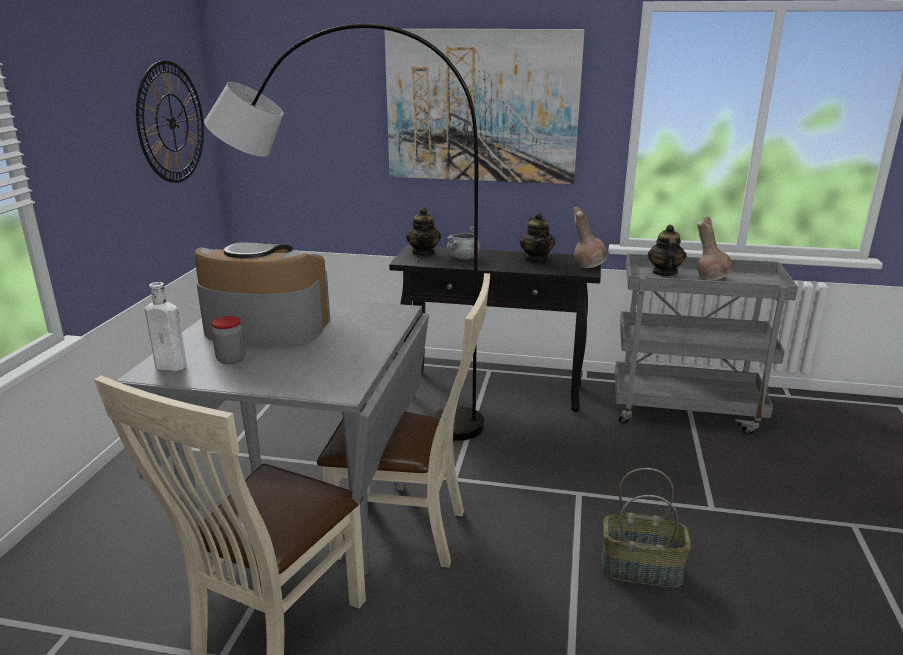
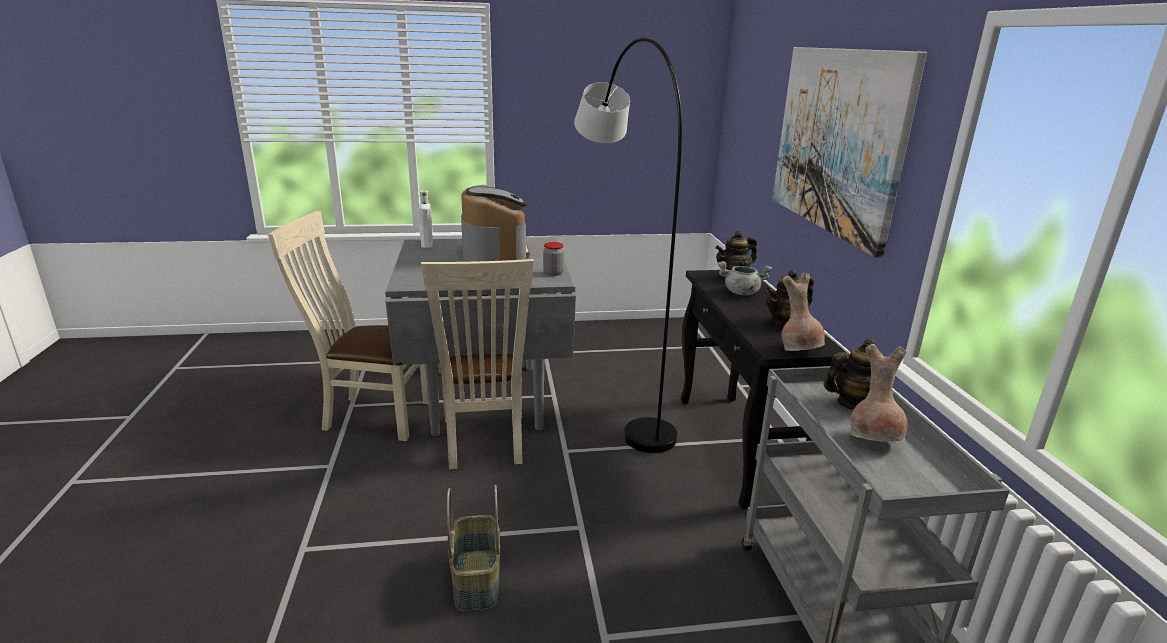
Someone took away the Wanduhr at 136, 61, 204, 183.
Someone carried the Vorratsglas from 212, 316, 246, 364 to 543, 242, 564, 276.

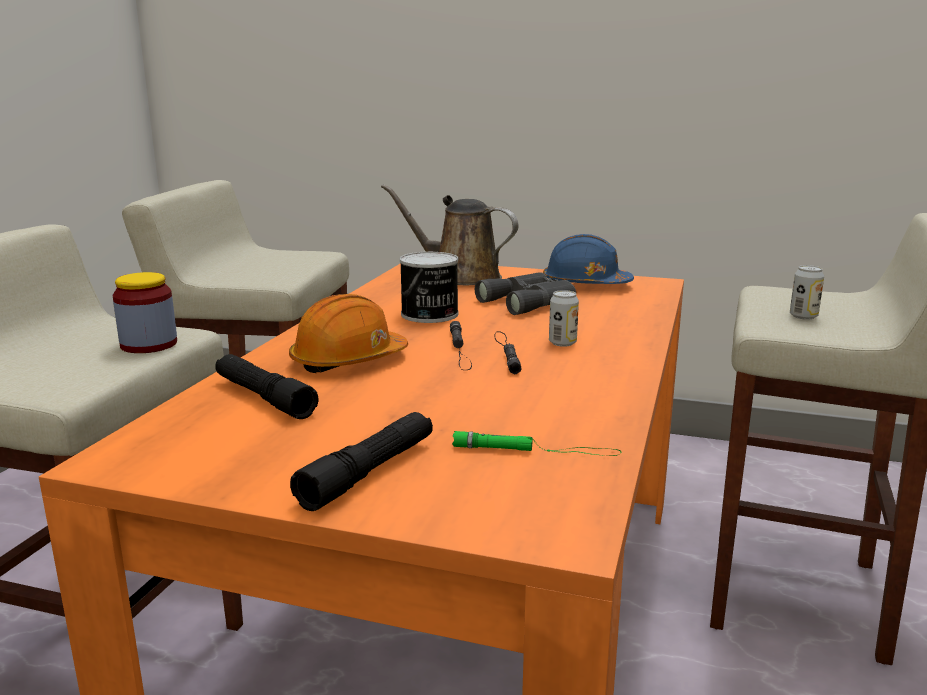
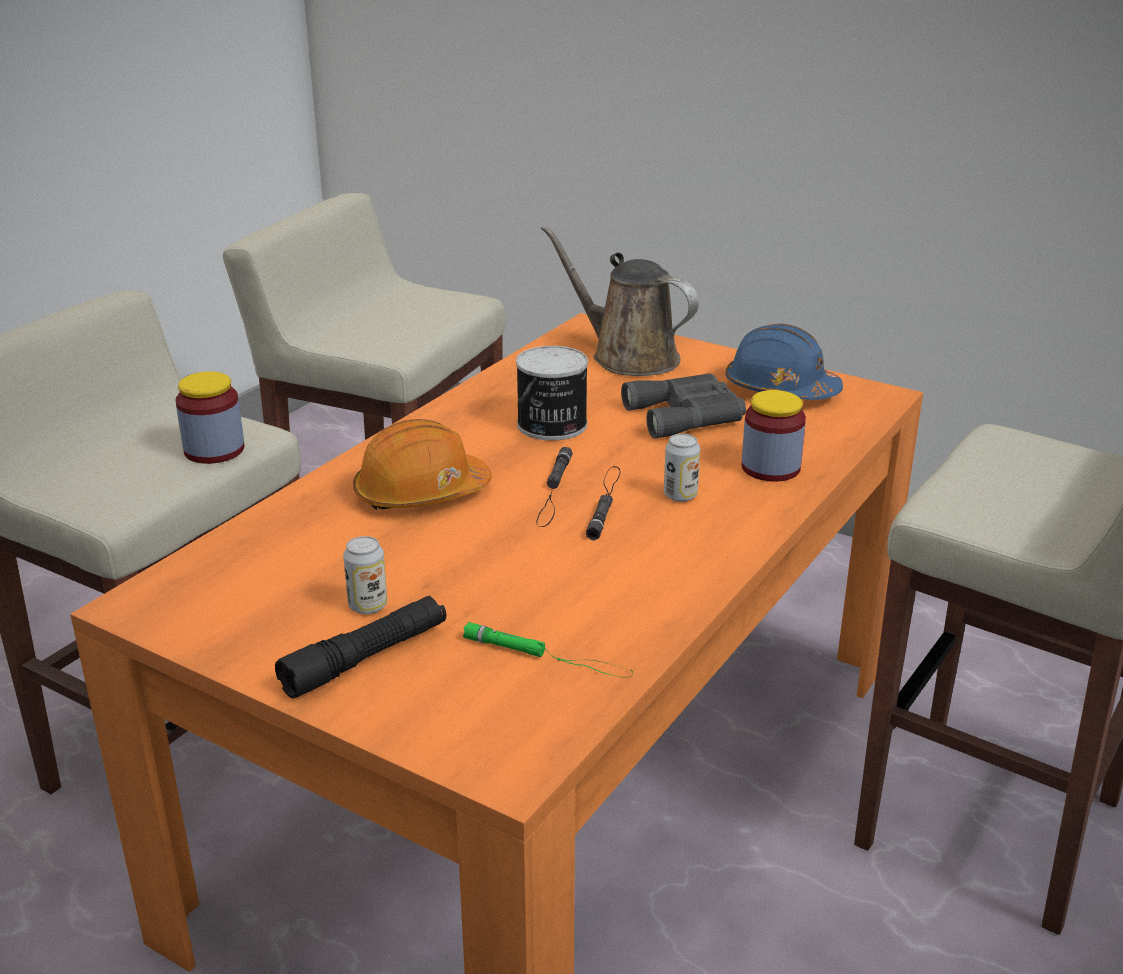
Someone took away the Taschenlampe/schwarz at 215, 354, 318, 419.
Someone carried the Dose from 790, 265, 824, 320 to 343, 536, 387, 614.
Someone put down the Vorratsglas at 741, 390, 806, 482.

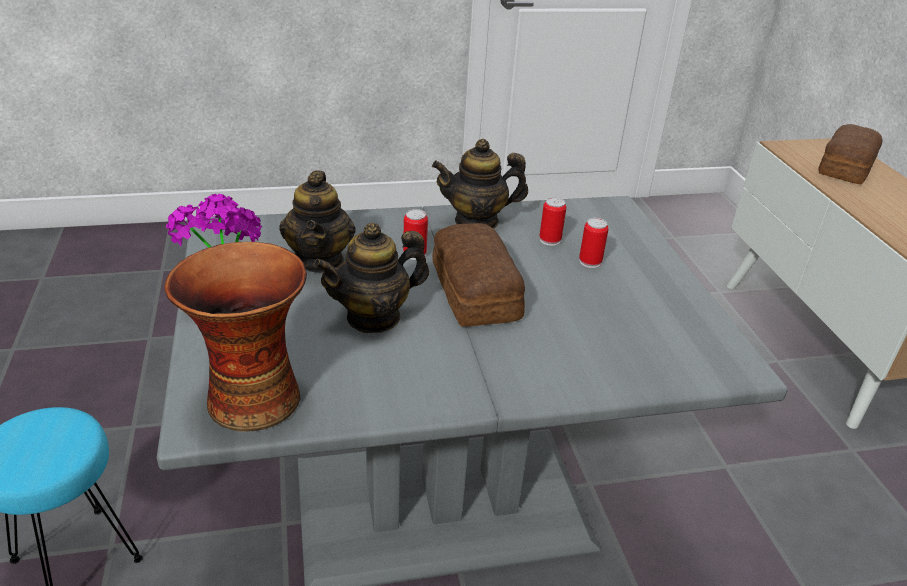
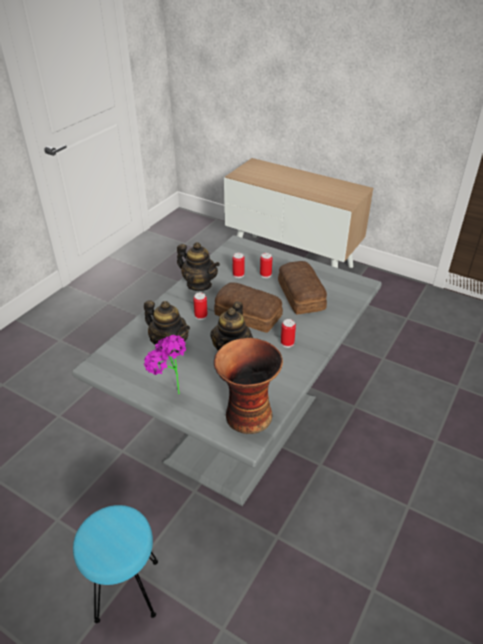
Someone rotated the Teekanne at 432, 139, 528, 229 by 90 degrees counterclockwise.
Someone carried the Brot from 818, 124, 883, 184 to 278, 261, 327, 314.
Someone put down the Dose at 281, 319, 296, 348.

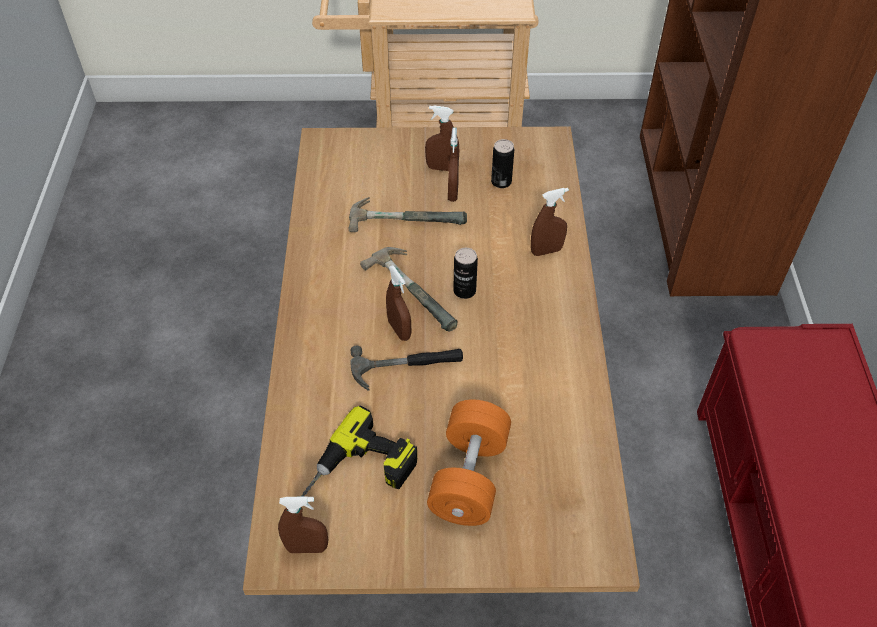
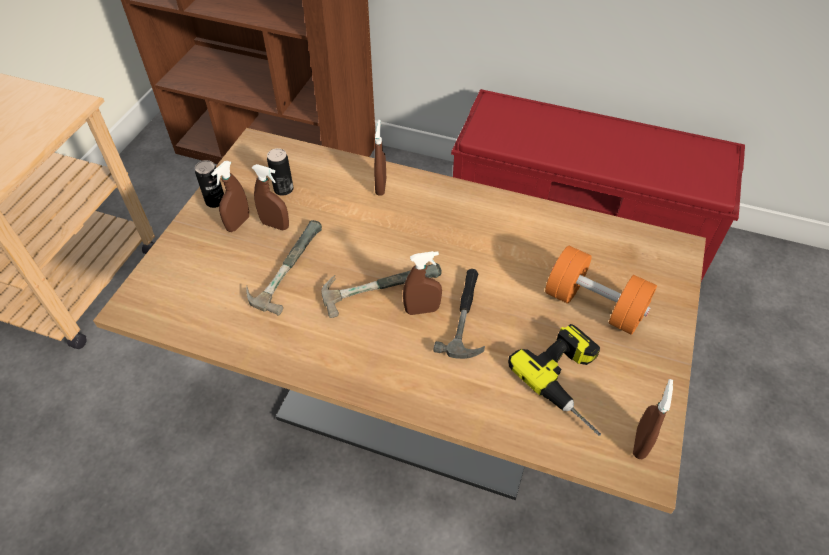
Someone carried the Dose from 453, 248, 478, 299 to 195, 160, 224, 208.

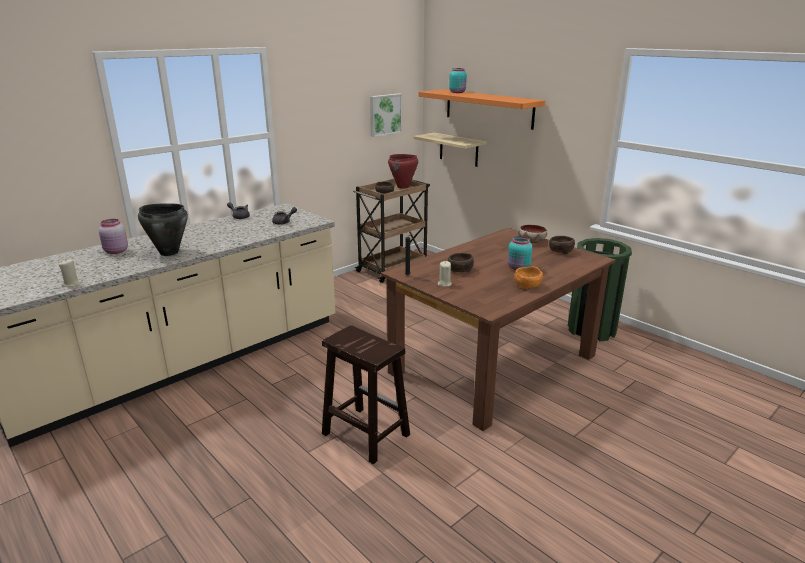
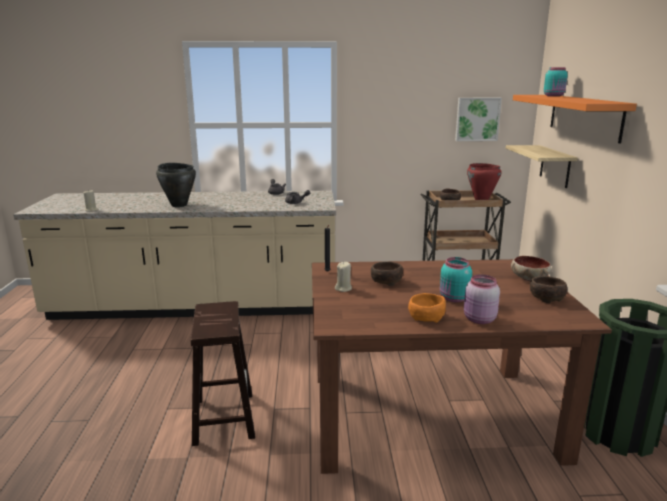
Someone carried the Vorratsglas/rosa from 99, 219, 128, 254 to 464, 274, 500, 324.

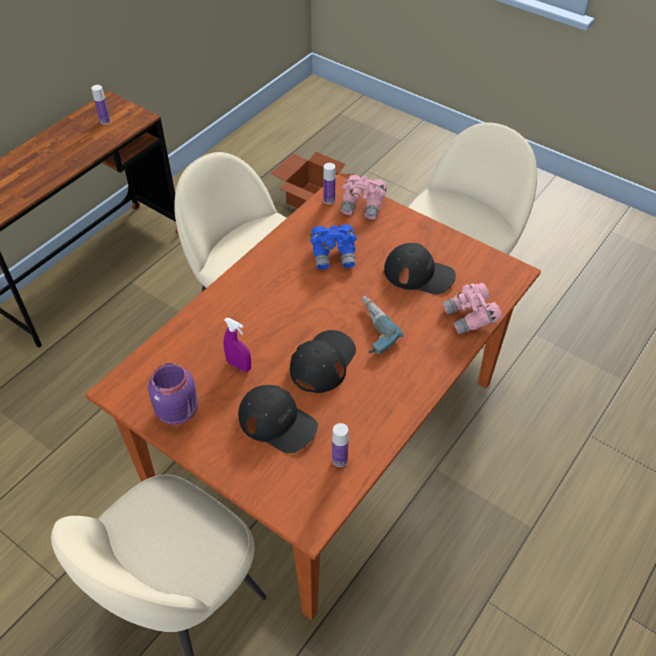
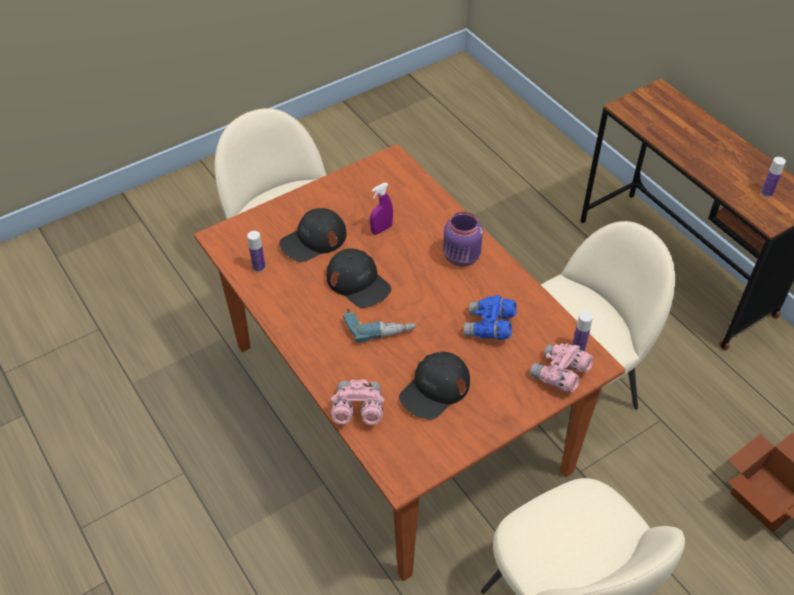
Someone carried the Vorratsglas/lila from 148, 363, 198, 425 to 443, 212, 483, 267.

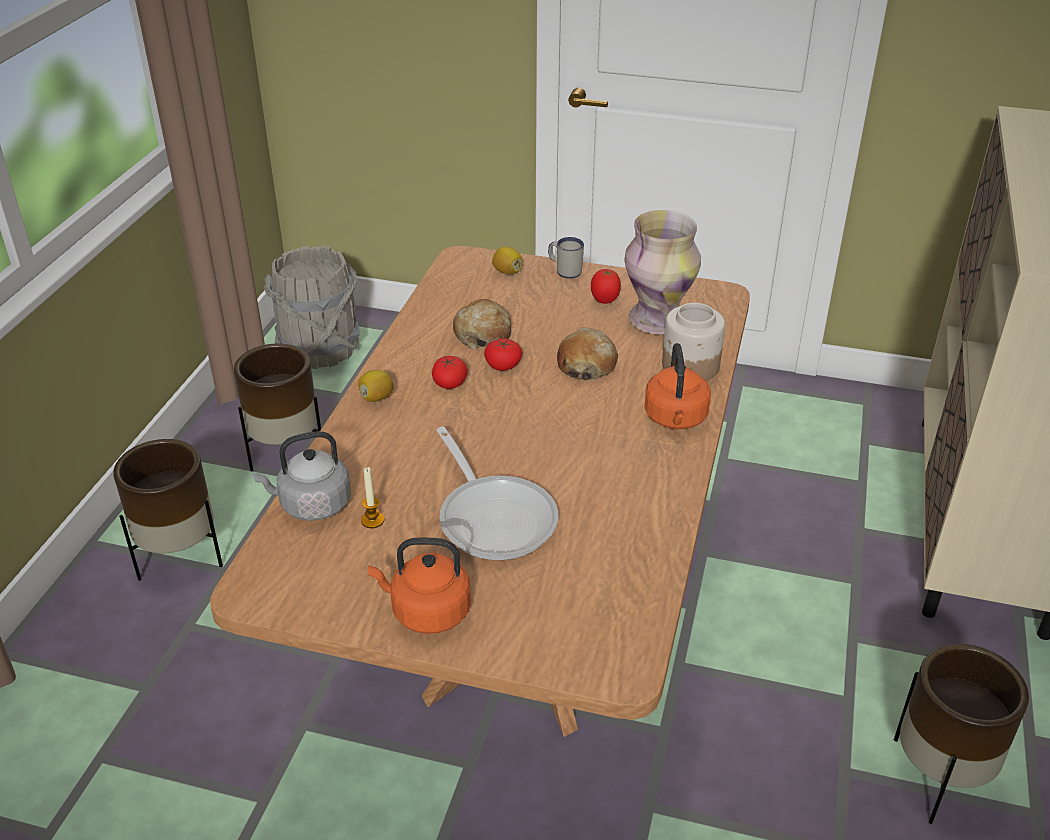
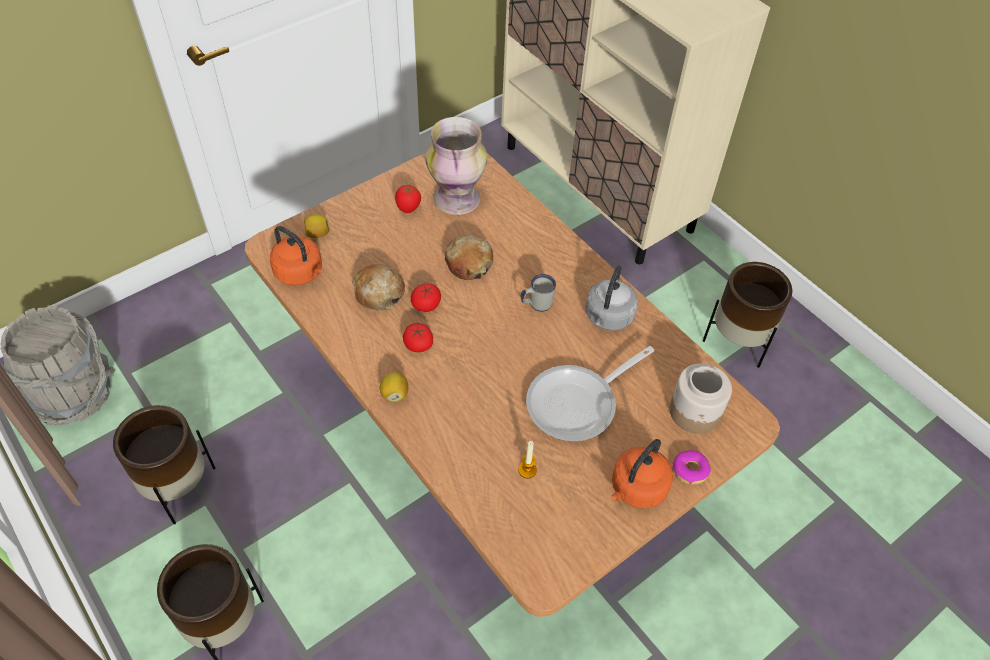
Someone carried the Wasserkessel/grau from 253, 431, 351, 521 to 585, 265, 638, 331.
Someone rotated the Pfanne at 436, 427, 558, 560 by 135 degrees clockwise.
Someone carried the Henkelbecher/weiß from 548, 237, 584, 279 to 521, 274, 556, 312.
Someone carried the Wasserkessel/orange from 644, 343, 711, 429 to 270, 226, 322, 286.
Someone carried the Vorratsglas from 662, 303, 725, 381 to 670, 363, 732, 434.
Someone put down the Donut at 672, 450, 711, 485.

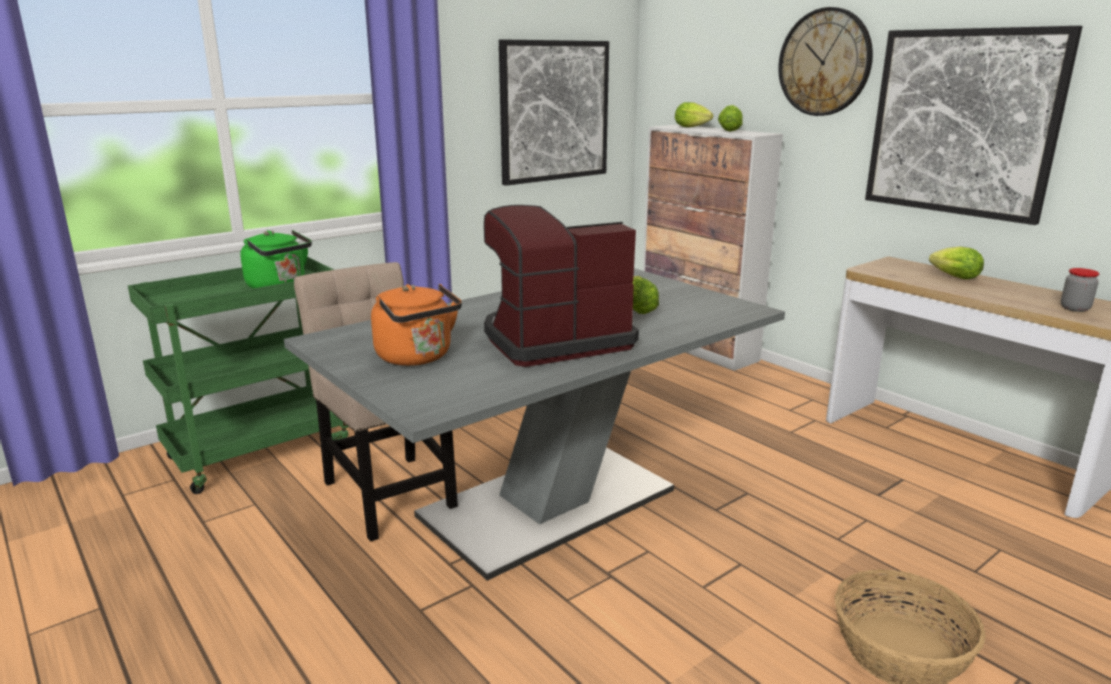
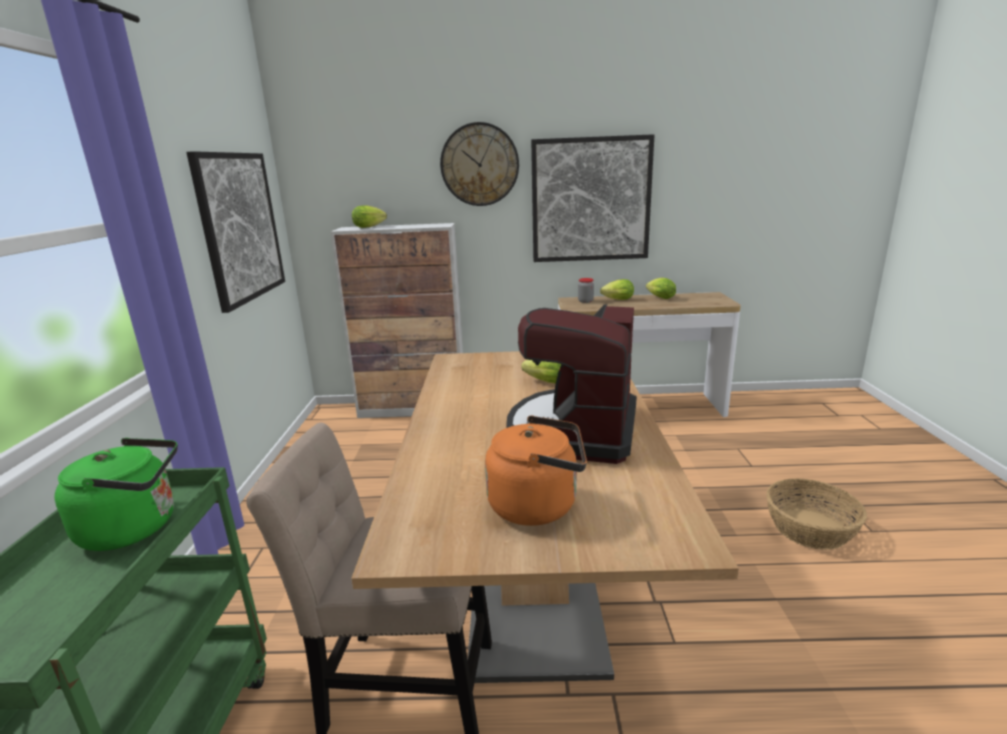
Someone repainted the Esstisch/grau at 284, 268, 785, 581, which became the Esstisch/braun at 351, 351, 739, 683.
Someone carried the Salatkopf from 718, 105, 743, 132 to 646, 278, 676, 299.
Someone carried the Vorratsglas from 1061, 268, 1100, 312 to 578, 278, 594, 303.

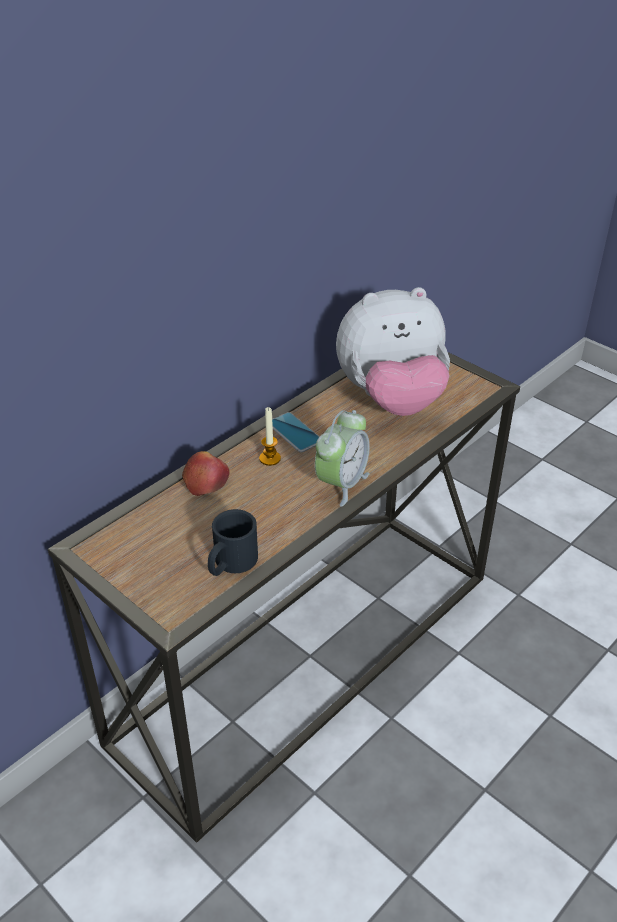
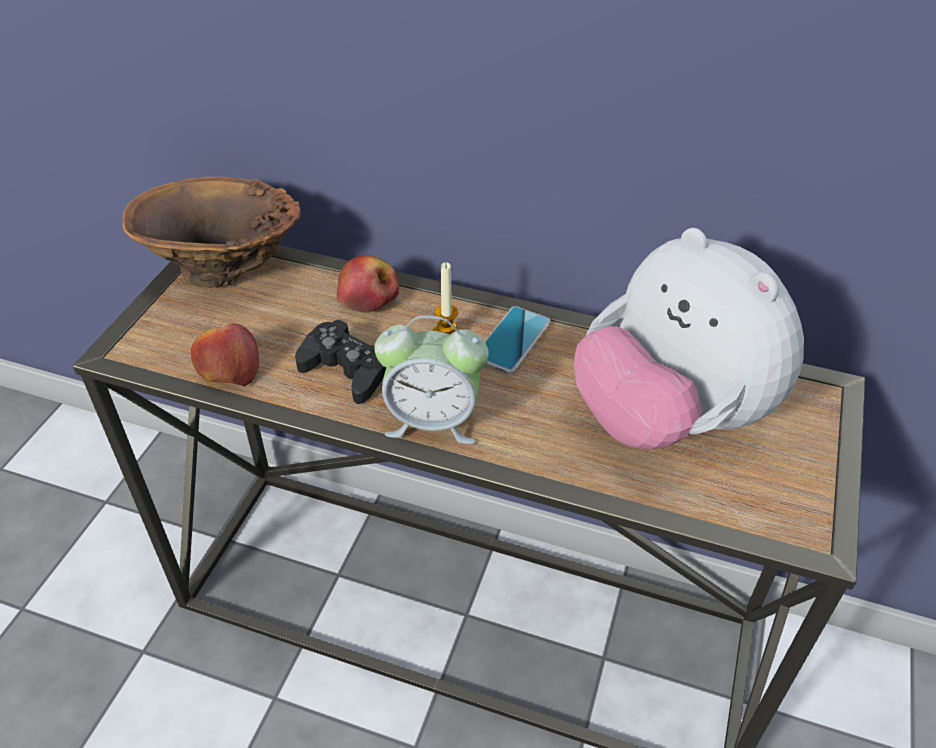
Someone swapped the Henkelbecher/schwarz at 208, 509, 258, 576 for the Apfel at 191, 324, 259, 386.
Someone put down the Vase/braun at 123, 177, 301, 288.
Someone put down the Gamepad/schwarz at 295, 320, 386, 404.

